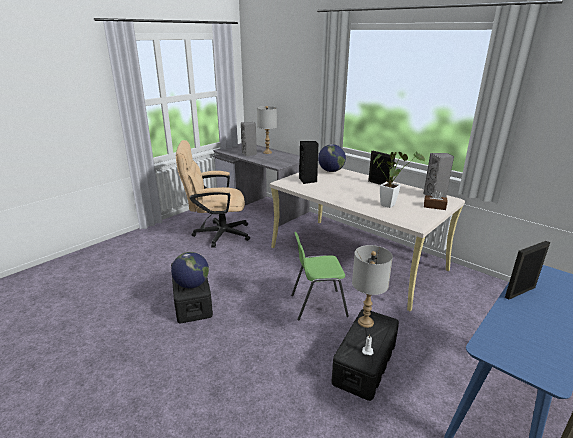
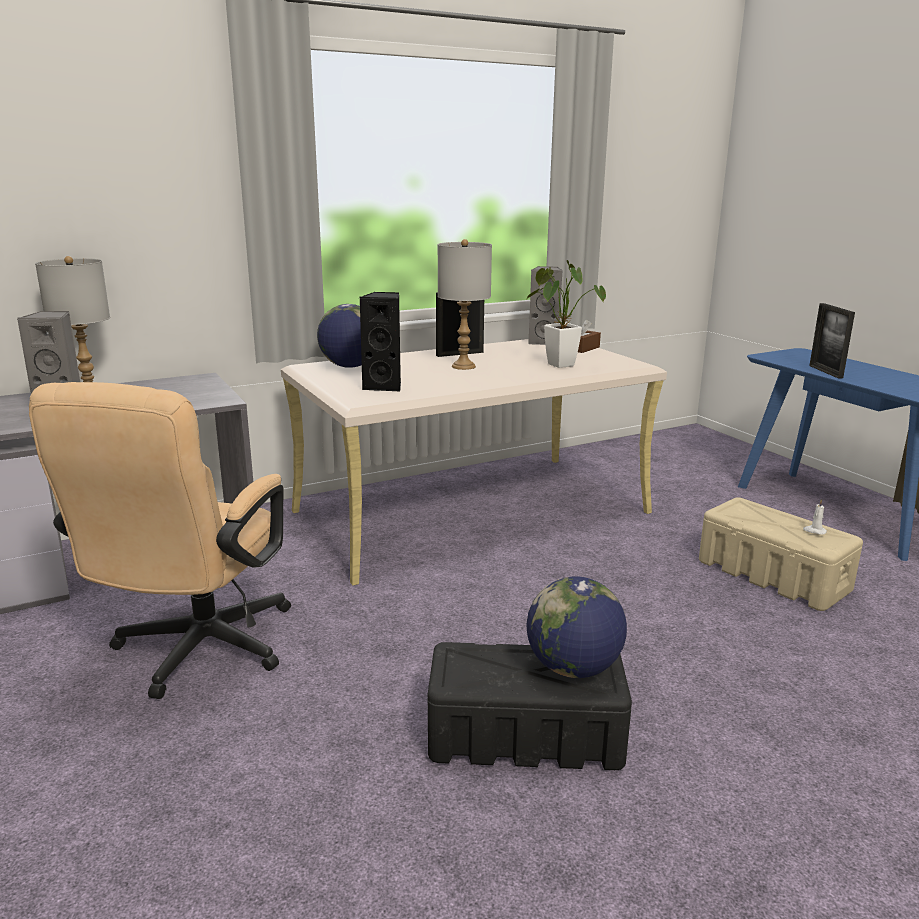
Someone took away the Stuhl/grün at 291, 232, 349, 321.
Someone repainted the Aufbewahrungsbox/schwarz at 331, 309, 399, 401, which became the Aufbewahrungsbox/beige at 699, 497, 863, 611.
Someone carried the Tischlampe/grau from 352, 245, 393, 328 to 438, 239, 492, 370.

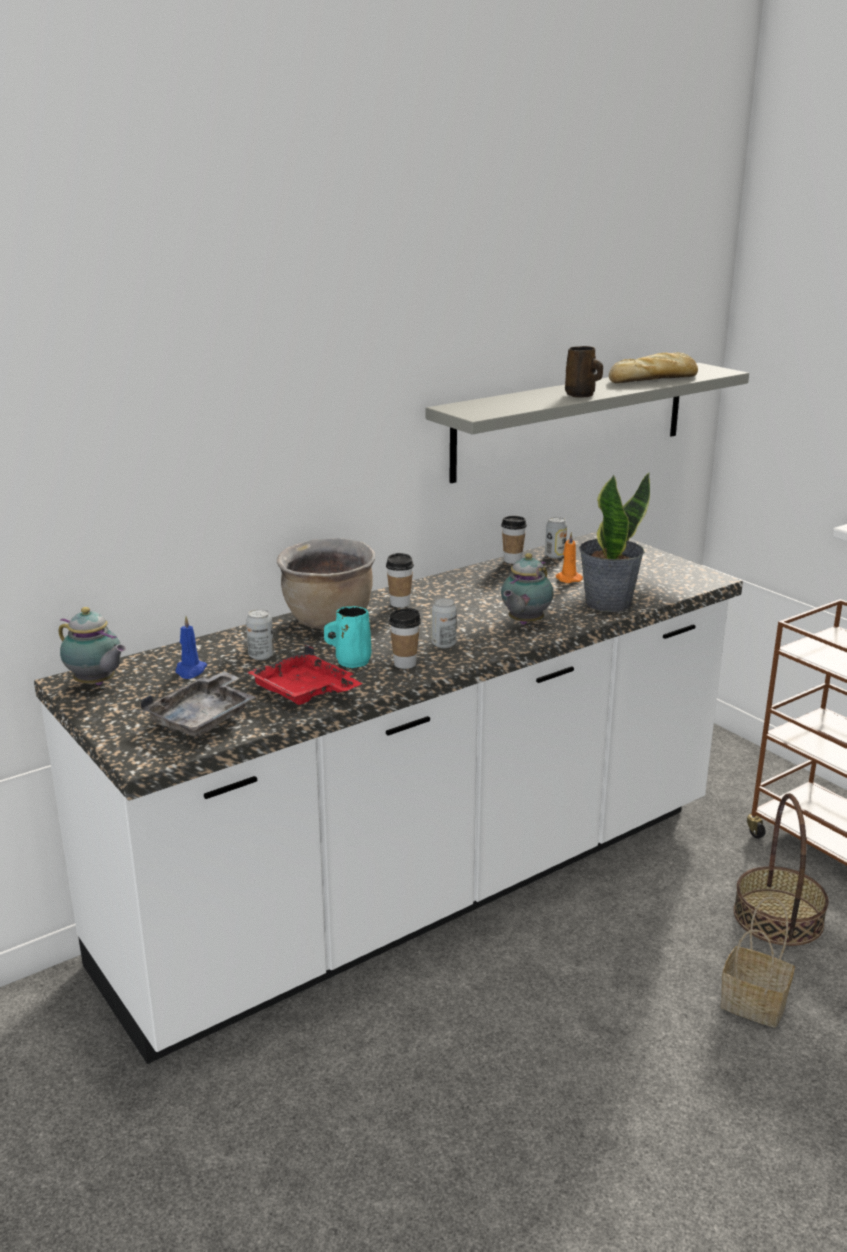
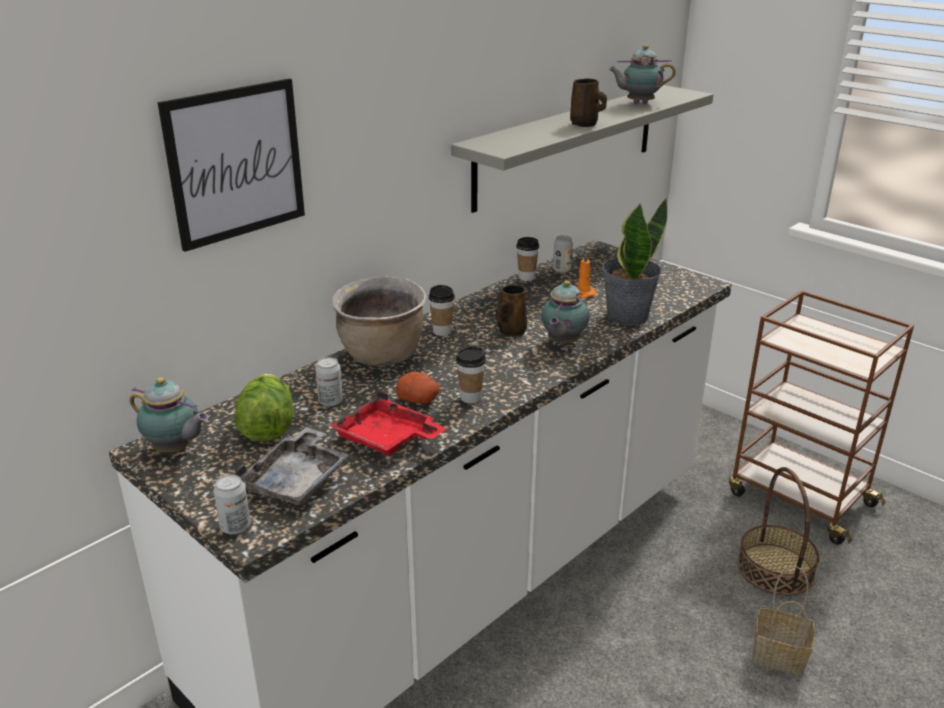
Someone swapped the Kerze/blau at 176, 616, 207, 679 for the Salatkopf at 234, 374, 294, 442.
Someone swapped the Henkelbecher/türkis at 324, 606, 372, 668 for the Kartoffel at 396, 372, 440, 404.
Someone carried the Dose from 432, 598, 457, 648 to 214, 475, 251, 534.
Someone swapped the Brot at 609, 352, 698, 383 for the Teekanne at 608, 45, 676, 104.
Someone put up the Bild at 157, 78, 305, 252.
Someone put down the Henkelbecher/braun at 496, 285, 527, 336.

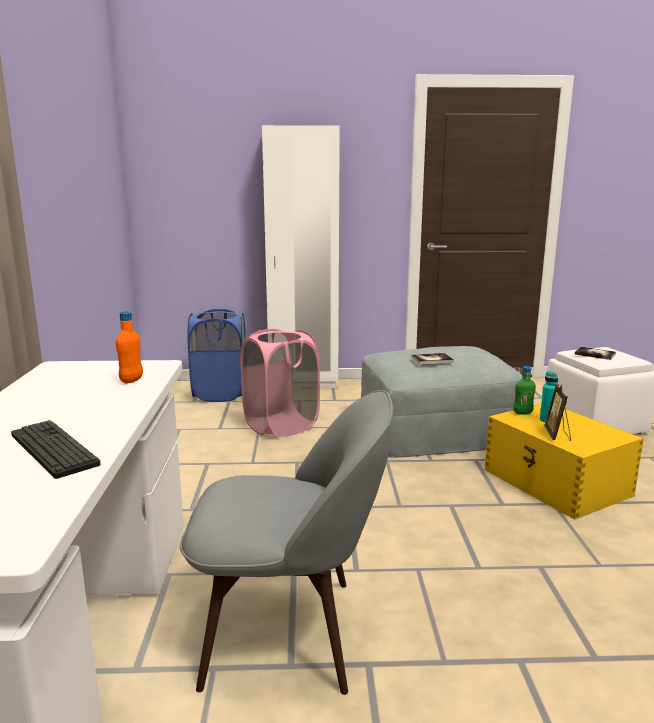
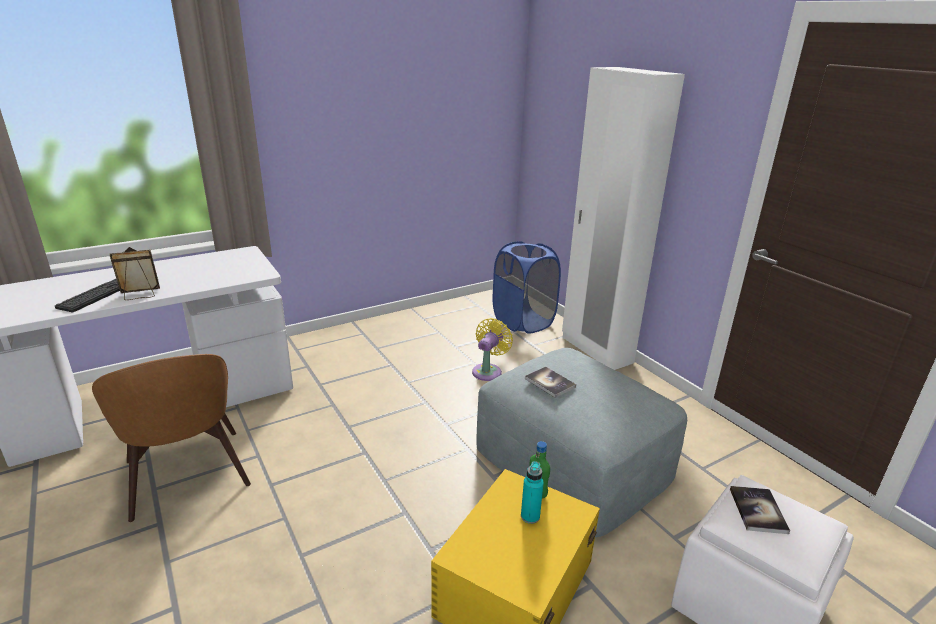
Someone took away the Flasche/orange at 116, 311, 143, 384.
Someone repainted the Stuhl/grau at 180, 390, 394, 695, which became the Stuhl/braun at 92, 354, 251, 522.
Someone swapped the Wäschekorb/rosa at 241, 329, 320, 437 for the Ventilator/gelb at 472, 318, 513, 381.
Someone carried the Bilderrahmen from 544, 384, 571, 441 to 109, 247, 160, 300.

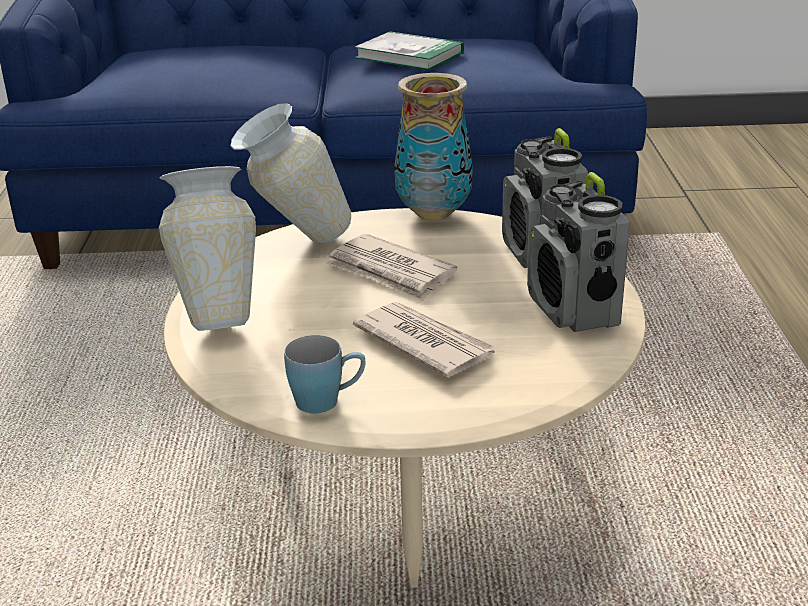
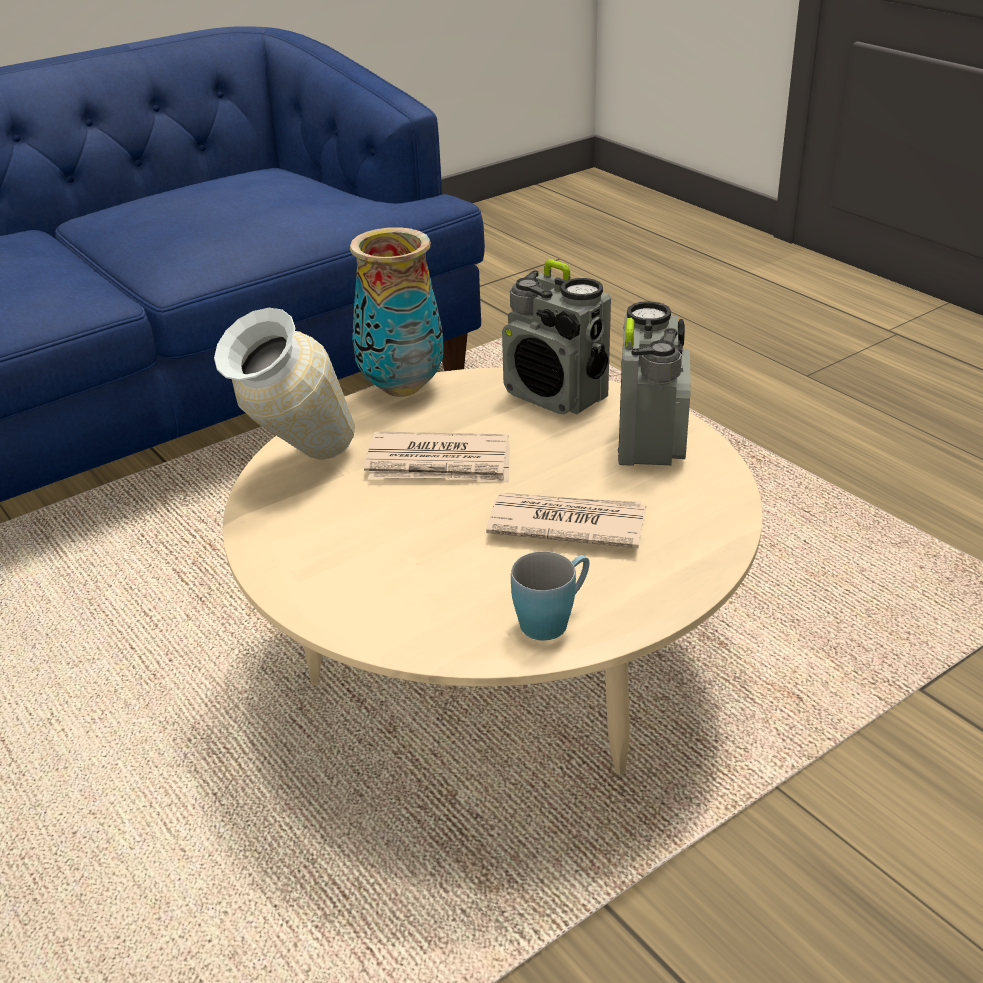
Someone took away the Vase at 159, 166, 256, 331.
Someone took away the Buch at 354, 31, 464, 70.
Someone rotated the Radio at 527, 172, 630, 332 by 120 degrees counterclockwise.

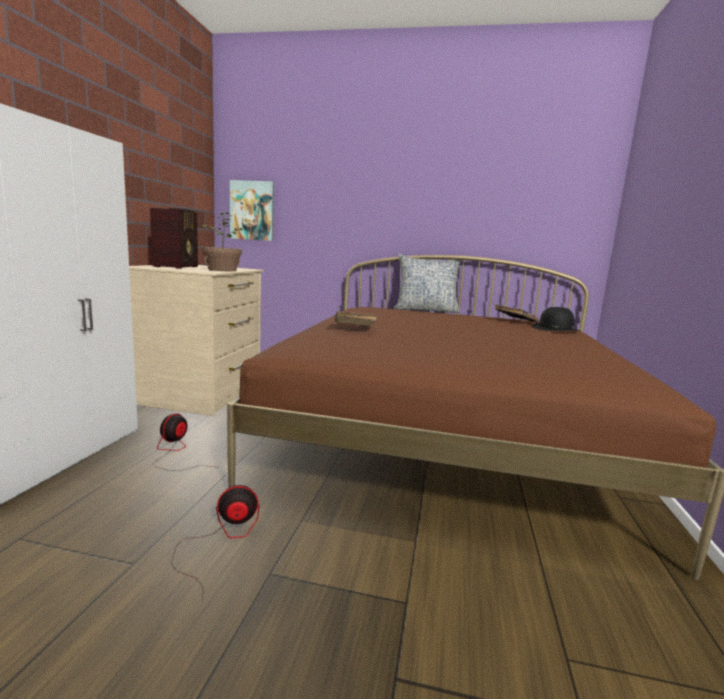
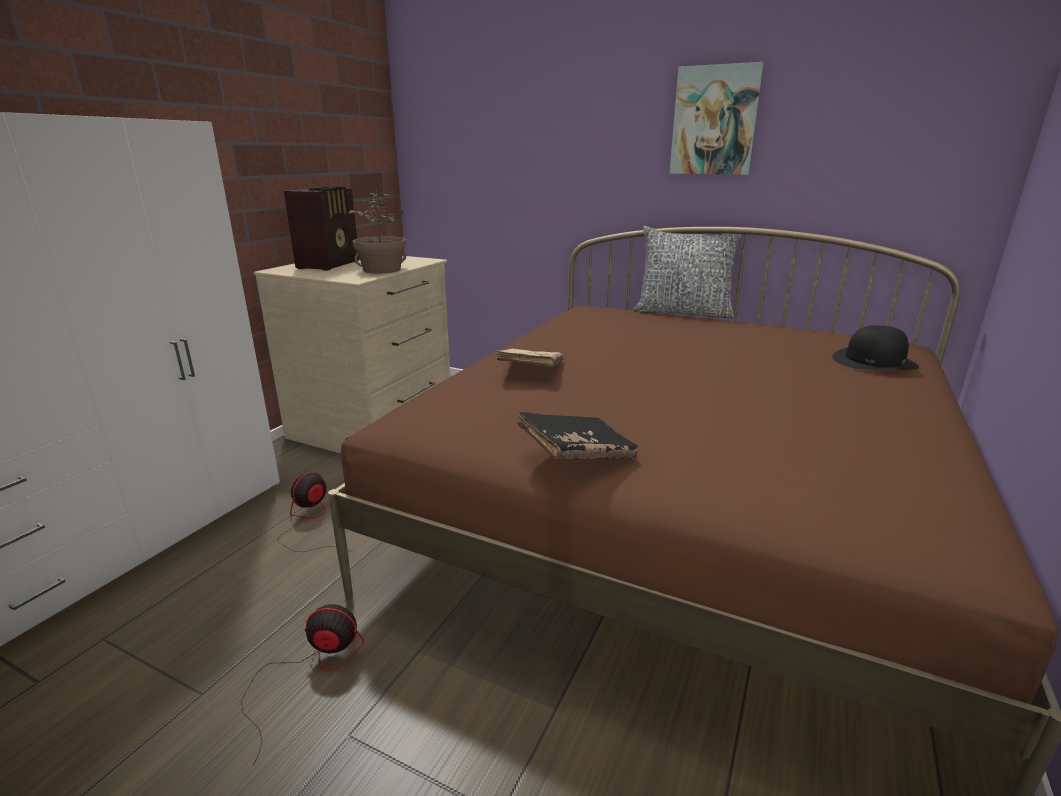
Someone carried the Bild from 230, 180, 274, 241 to 669, 62, 764, 175.
Someone carried the Buch/schwarz from 494, 304, 539, 323 to 517, 412, 638, 459.

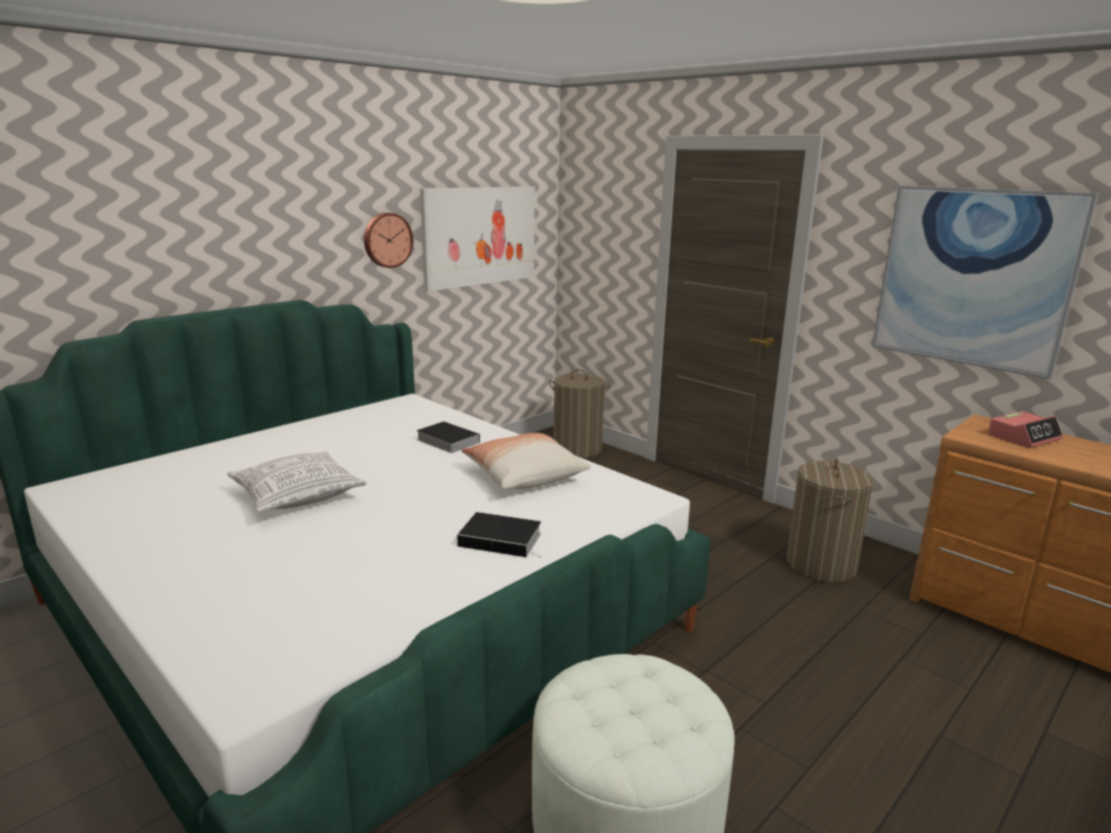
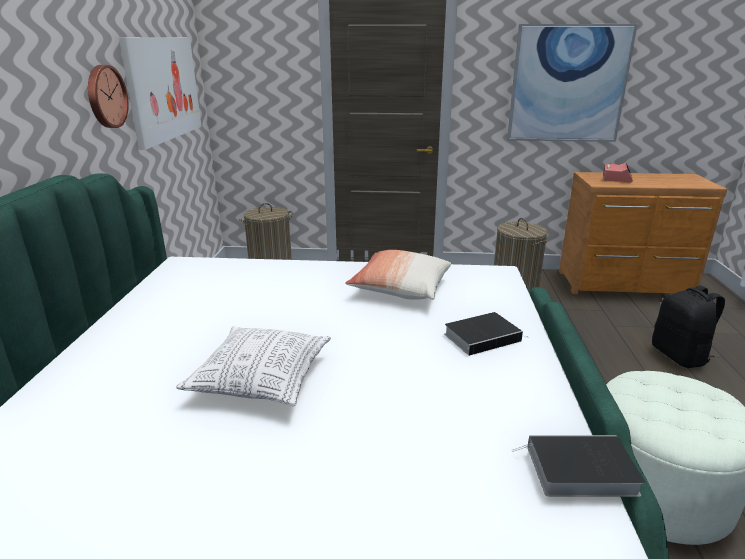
Someone carried the Buch from 416, 421, 480, 453 to 512, 435, 645, 497.
Someone put down the Rucksack/schwarz at 652, 285, 725, 368.

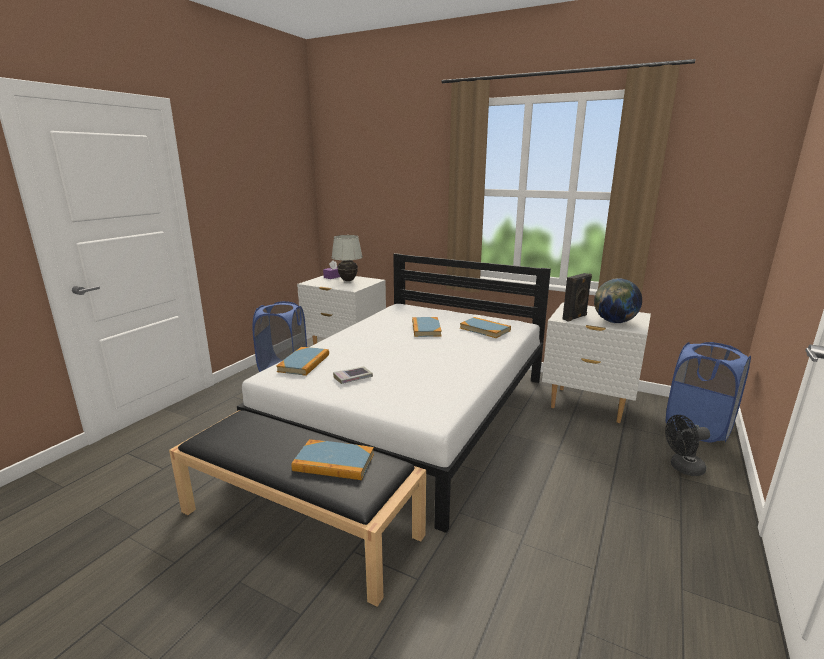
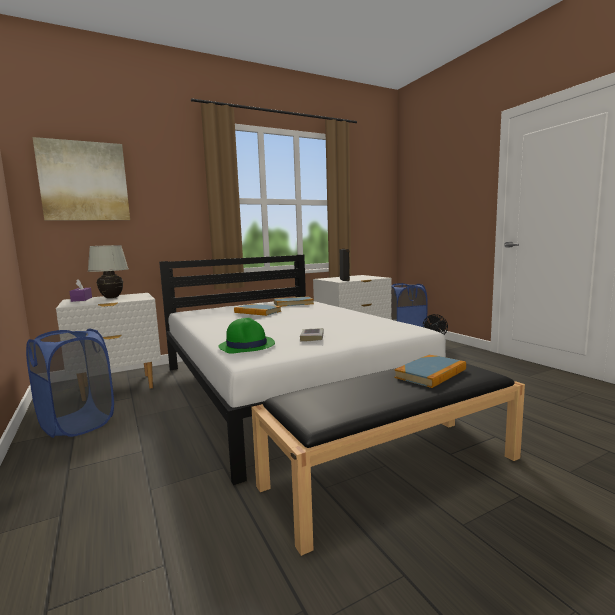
Someone swapped the Buch at 276, 347, 329, 376 for the Hut/grün at 218, 318, 275, 354.
Someone took away the Globus at 594, 278, 642, 323.
Someone put up the Bild at 33, 137, 130, 221.

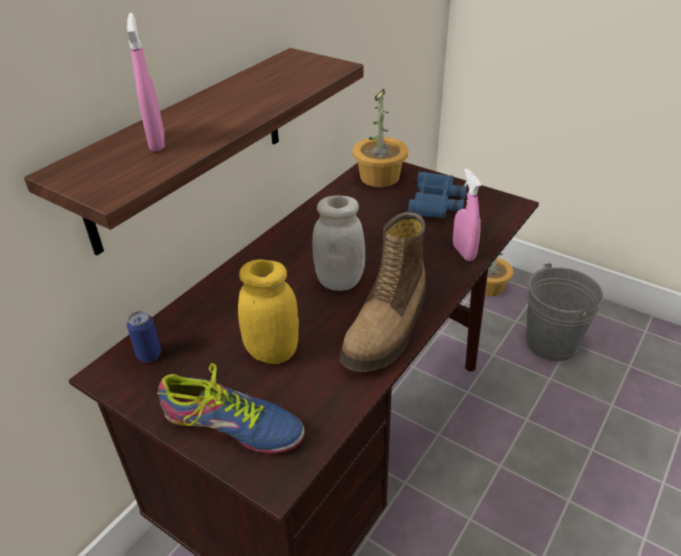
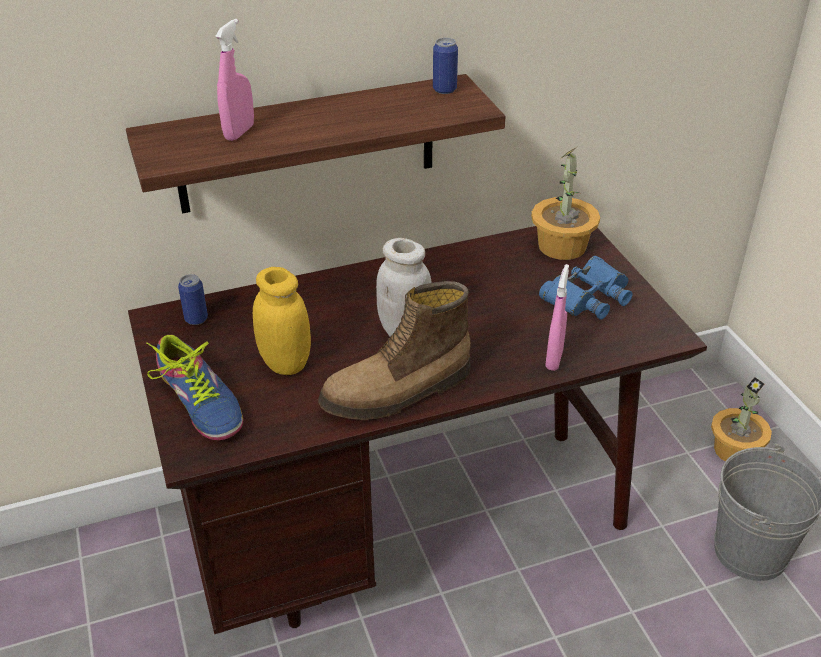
Someone put down the Dose at 433, 38, 458, 94.

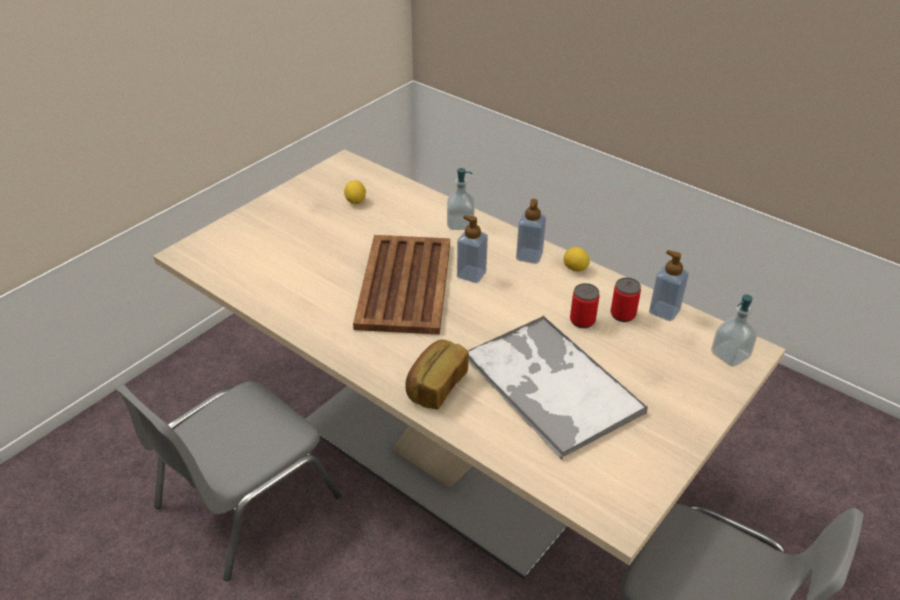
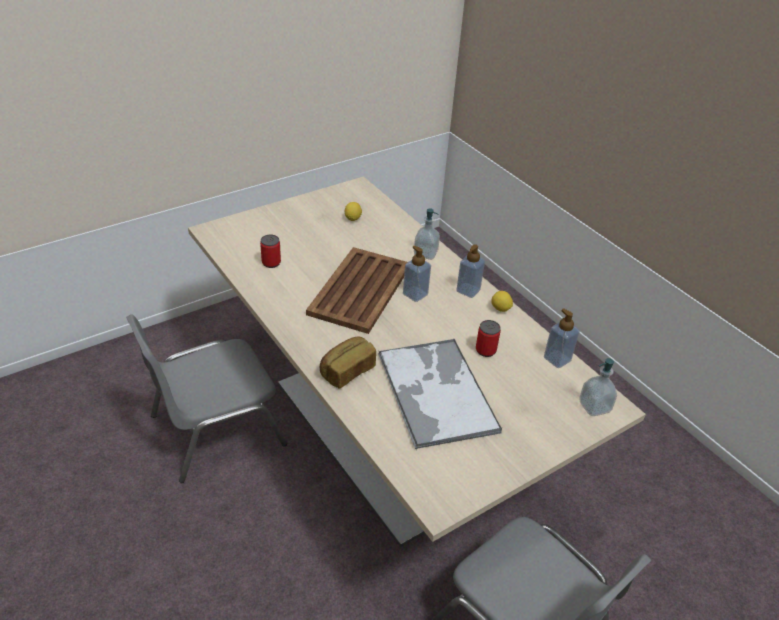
Someone carried the Dose from 610, 278, 641, 322 to 260, 235, 281, 268.

